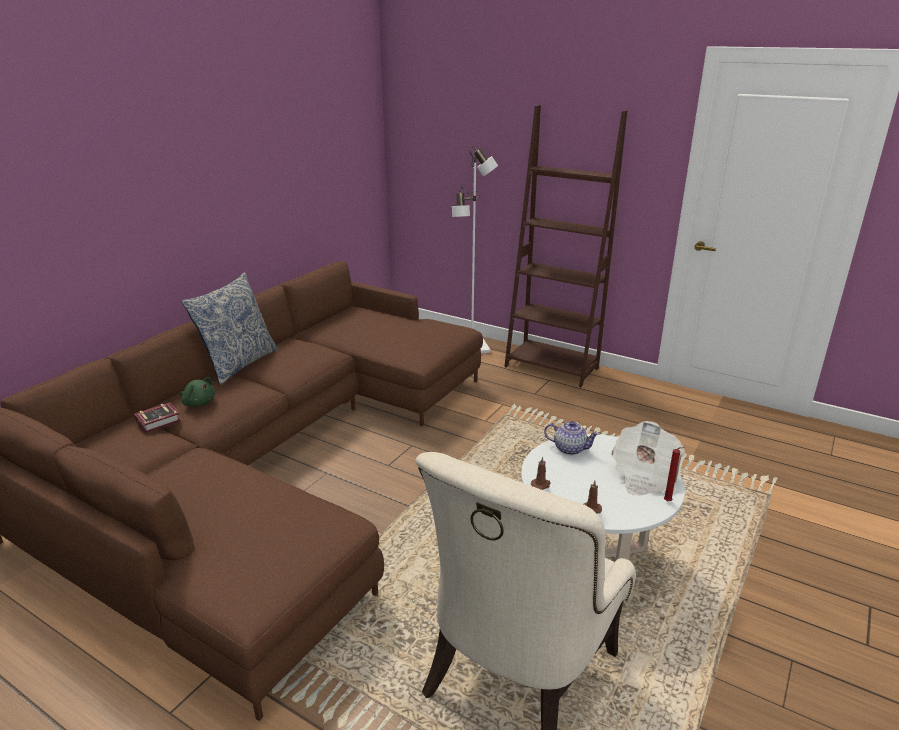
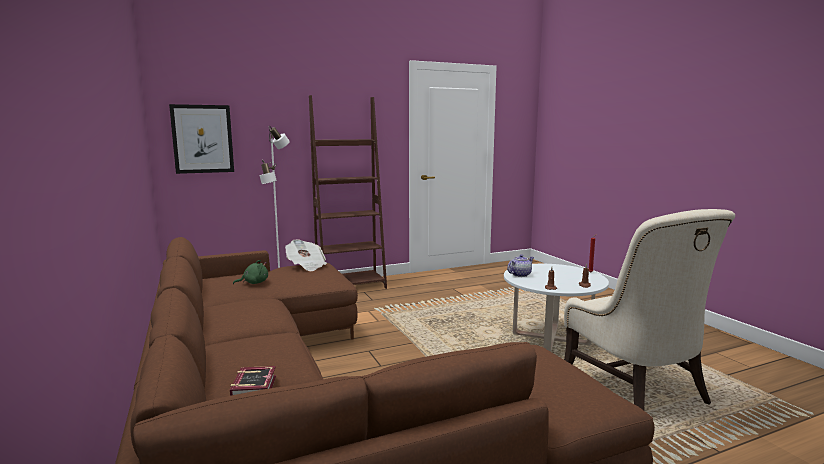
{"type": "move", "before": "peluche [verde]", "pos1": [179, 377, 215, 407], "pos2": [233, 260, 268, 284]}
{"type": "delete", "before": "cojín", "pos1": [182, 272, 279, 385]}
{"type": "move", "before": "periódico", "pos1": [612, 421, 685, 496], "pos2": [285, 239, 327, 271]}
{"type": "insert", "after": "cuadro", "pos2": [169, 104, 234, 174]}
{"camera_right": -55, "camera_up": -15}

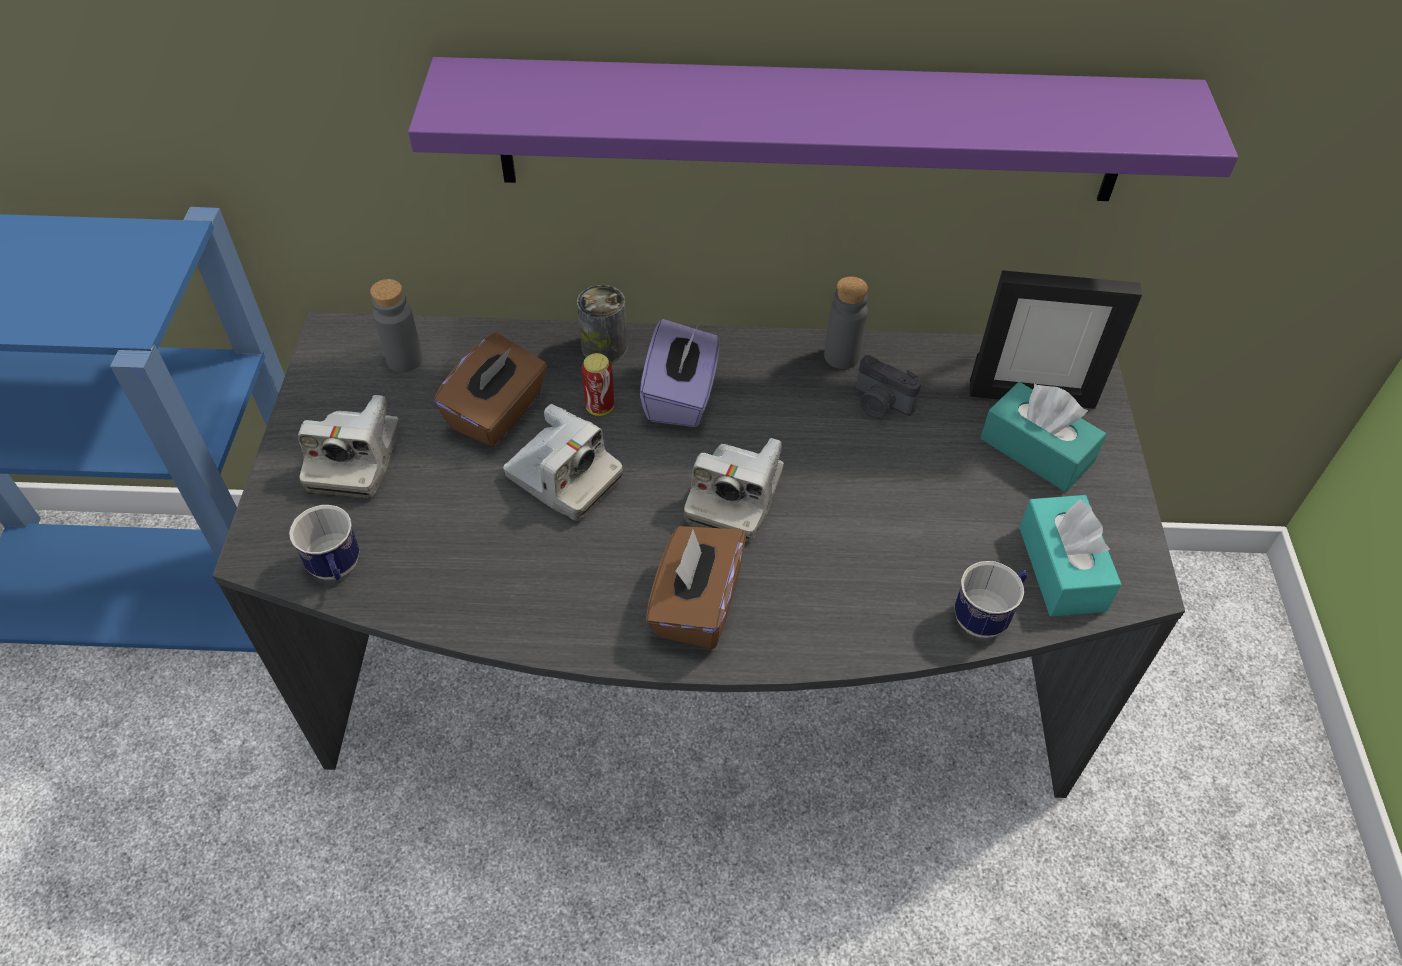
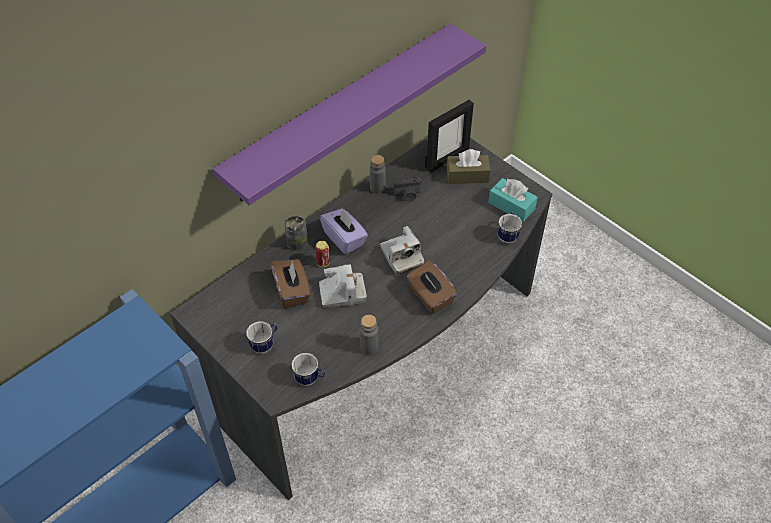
{"type": "replace", "before": "cámara", "after": "taza grande", "pos1": [298, 395, 399, 498], "pos2": [246, 321, 277, 353]}
{"type": "move", "before": "botella [gris]", "pos1": [370, 279, 423, 372], "pos2": [360, 315, 378, 355]}
{"type": "recolor", "before": "caja de pañuelos [turquesa]", "after": "caja de pañuelos [marrón]", "pos1": [981, 382, 1107, 492], "pos2": [447, 149, 491, 184]}
{"camera_right": -45, "camera_up": 0}

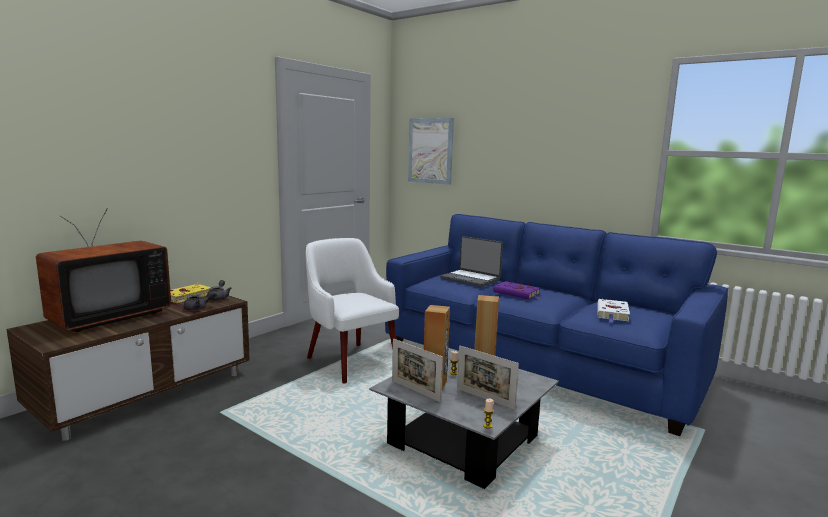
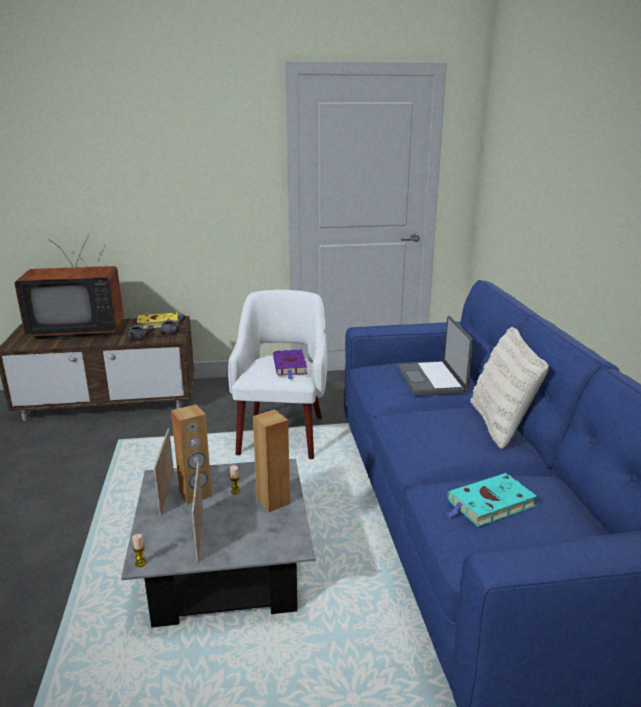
{"type": "delete", "before": "cuadro", "pos1": [408, 118, 454, 185]}
{"type": "move", "before": "libro [morado]", "pos1": [493, 281, 541, 300], "pos2": [273, 350, 307, 379]}
{"type": "recolor", "before": "libro [blanco]", "after": "libro [turquesa]", "pos1": [598, 299, 630, 323], "pos2": [446, 473, 537, 527]}
{"type": "insert", "after": "cojín [beis]", "pos2": [471, 327, 549, 449]}
{"camera_right": 45, "camera_up": 10}

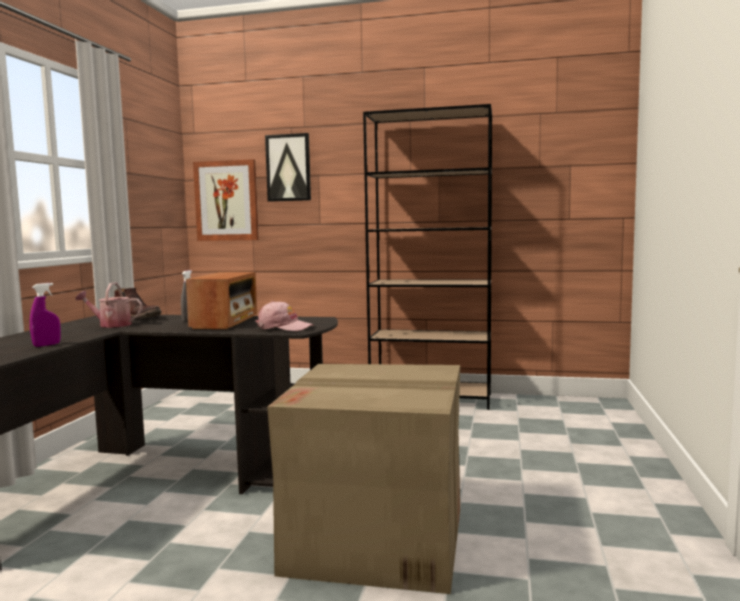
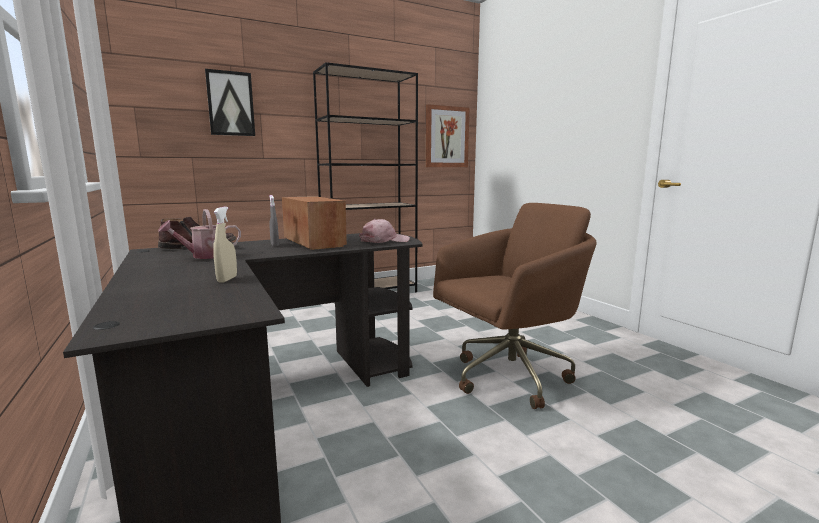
{"type": "recolor", "before": "pulverizador [morado]", "after": "pulverizador [beis]", "pos1": [30, 283, 61, 347], "pos2": [213, 207, 237, 282]}
{"type": "move", "before": "cuadro", "pos1": [193, 159, 259, 241], "pos2": [426, 104, 469, 167]}
{"type": "replace", "before": "caja de cartón", "after": "silla de oficina [marrón]", "pos1": [267, 364, 460, 594], "pos2": [433, 203, 596, 409]}
{"camera_right": -40, "camera_up": 5}

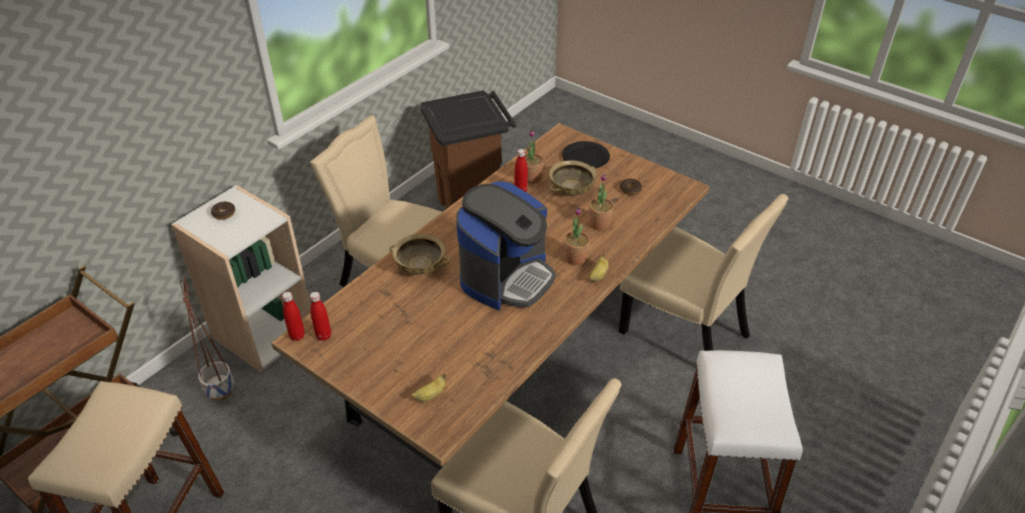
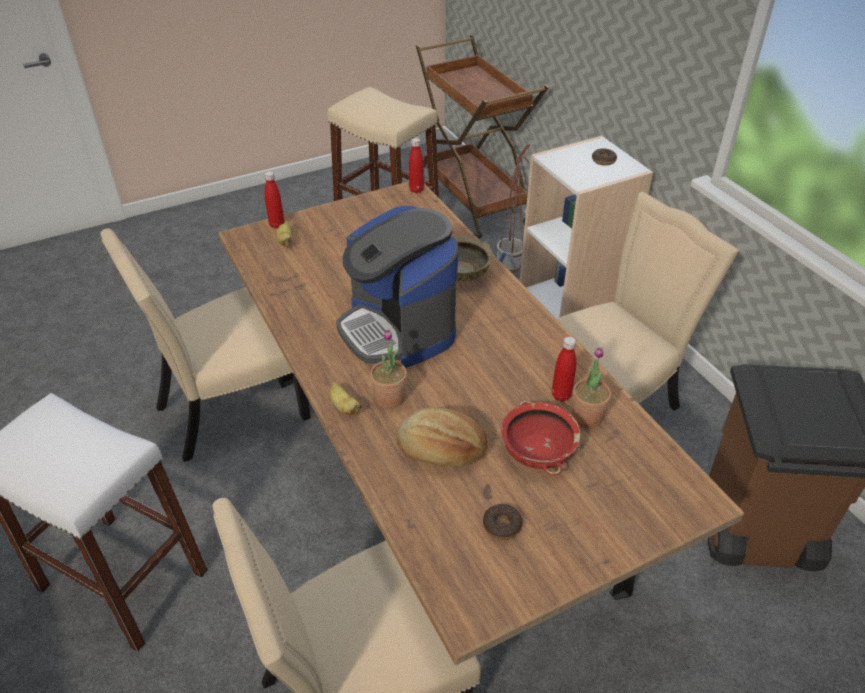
{"type": "move", "before": "botella [rojo]", "pos1": [310, 292, 331, 341], "pos2": [264, 171, 284, 229]}
{"type": "recolor", "before": "cuenco [beis]", "after": "cuenco [rojo]", "pos1": [549, 161, 597, 195], "pos2": [501, 401, 580, 476]}
{"type": "delete", "before": "plato [negro]", "pos1": [562, 141, 610, 168]}
{"type": "replace", "before": "planta en maceta", "after": "pan", "pos1": [589, 174, 614, 230], "pos2": [397, 408, 488, 467]}
{"camera_right": 115, "camera_up": 0}

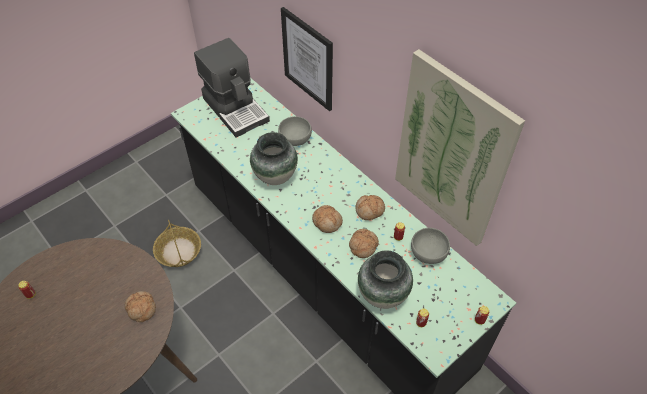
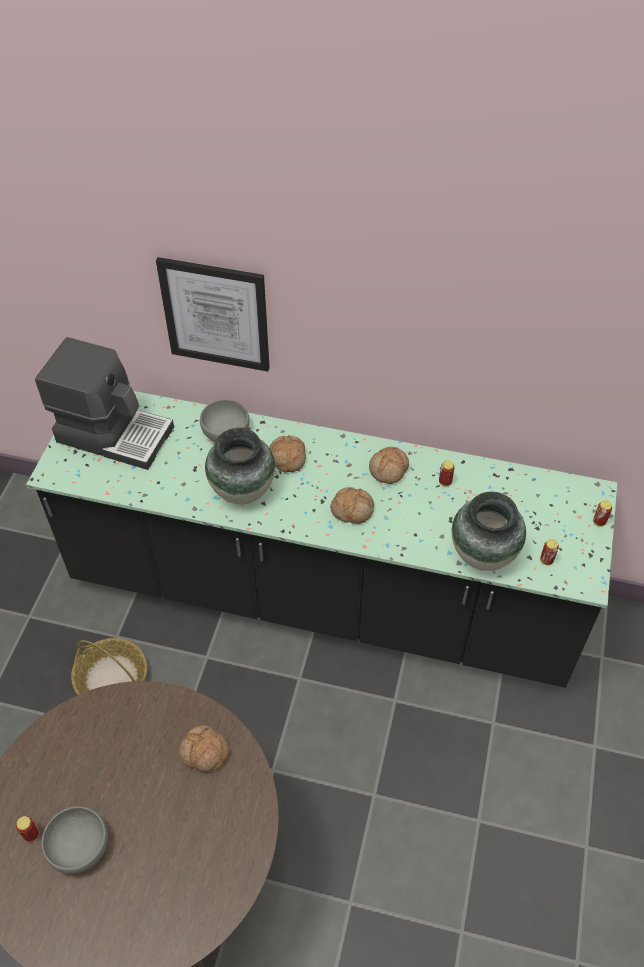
{"type": "move", "before": "pan", "pos1": [349, 229, 379, 258], "pos2": [269, 435, 306, 473]}
{"type": "delete", "before": "cuadro", "pos1": [395, 49, 525, 246]}
{"type": "move", "before": "cuenco [gris]", "pos1": [411, 228, 450, 264], "pos2": [41, 806, 108, 874]}
{"camera_right": -35, "camera_up": 0}

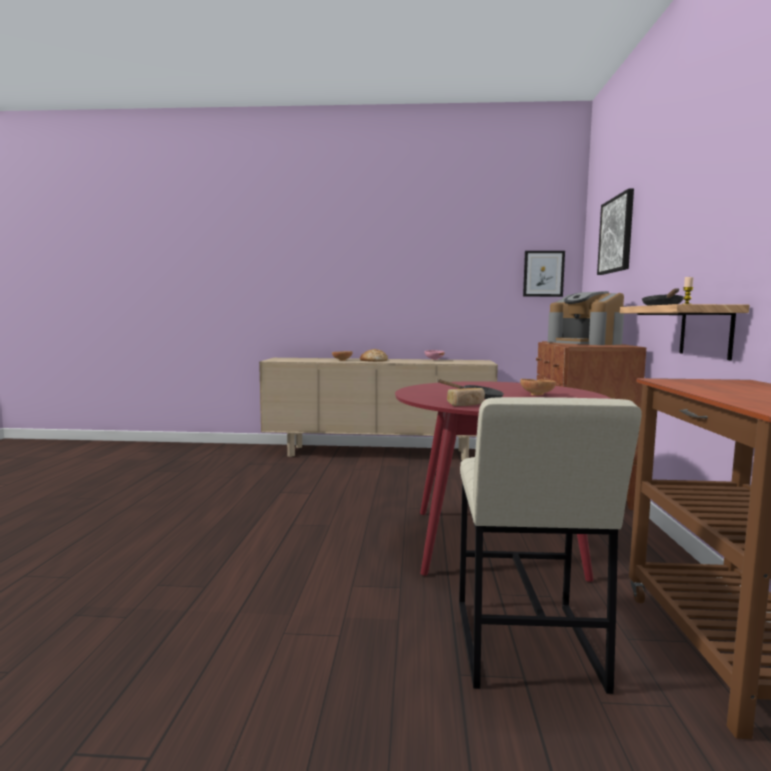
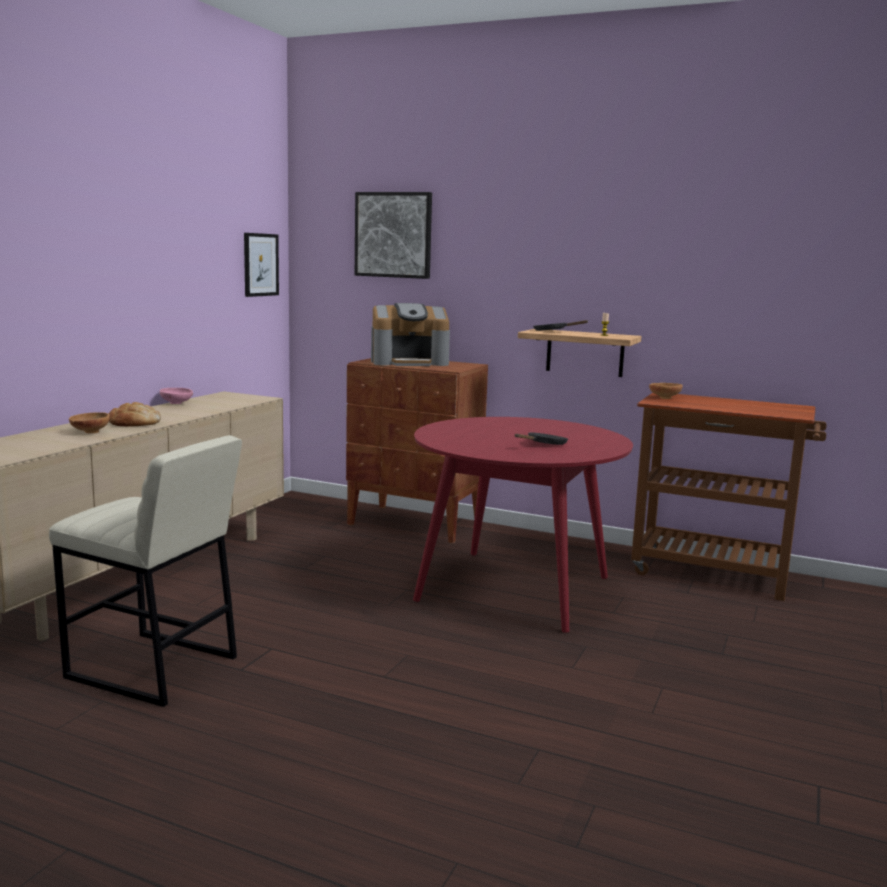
{"type": "delete", "before": "pan", "pos1": [447, 388, 485, 406]}
{"type": "move", "before": "silla [beis]", "pos1": [459, 397, 642, 694], "pos2": [49, 435, 242, 707]}
{"type": "move", "before": "cuenco [marrón]", "pos1": [520, 379, 556, 396], "pos2": [649, 383, 683, 399]}
{"camera_right": -70, "camera_up": 5}

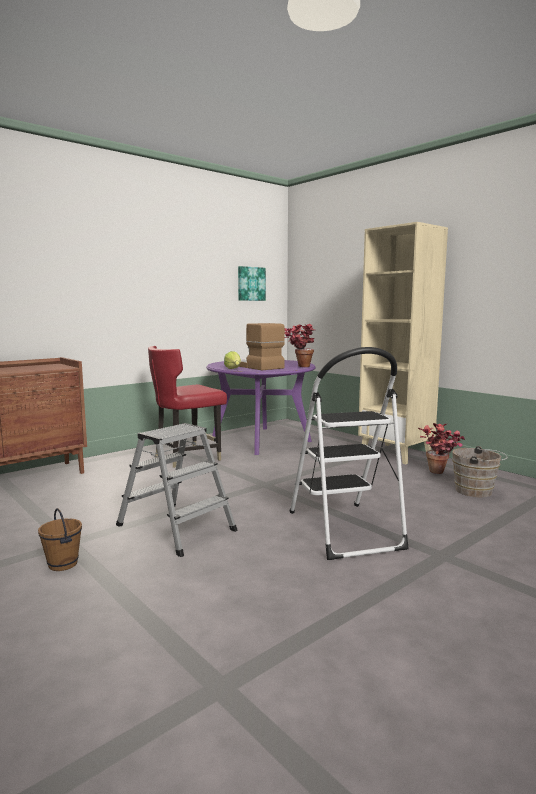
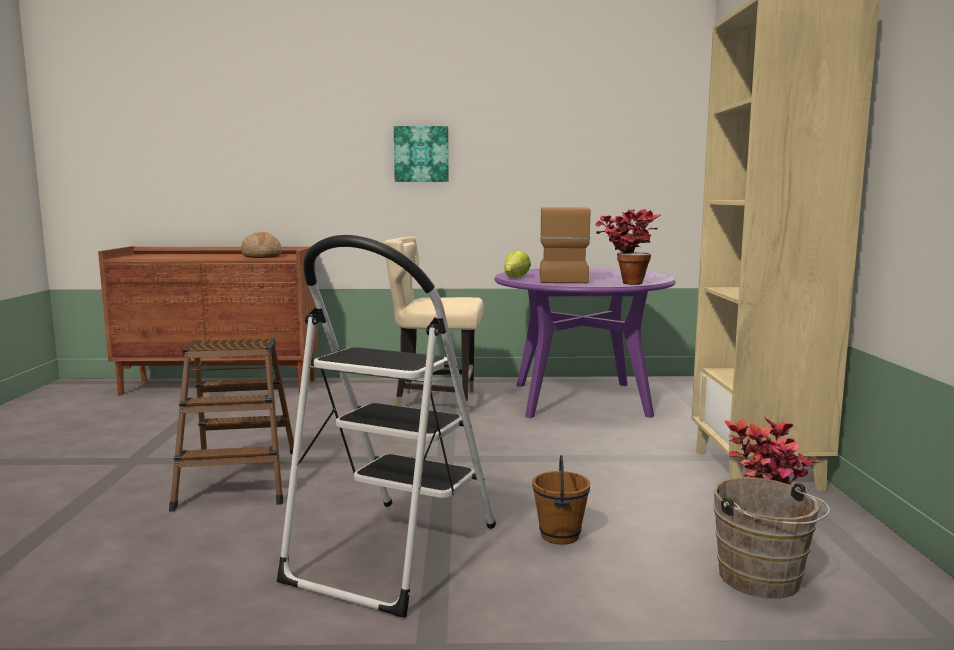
{"type": "move", "before": "cubo [marrón]", "pos1": [38, 508, 82, 571], "pos2": [532, 455, 590, 545]}
{"type": "recolor", "before": "escalera de tijera [gris]", "after": "escalera de tijera [marrón]", "pos1": [116, 423, 238, 557], "pos2": [169, 338, 294, 511]}
{"type": "recolor", "before": "silla [rojo]", "after": "silla [beis]", "pos1": [148, 346, 227, 468], "pos2": [384, 236, 484, 406]}
{"type": "move", "before": "cuadro", "pos1": [238, 266, 266, 301], "pos2": [394, 126, 449, 182]}
{"type": "insert", "after": "pan", "pos2": [241, 232, 282, 258]}
{"camera_right": 40, "camera_up": 0}

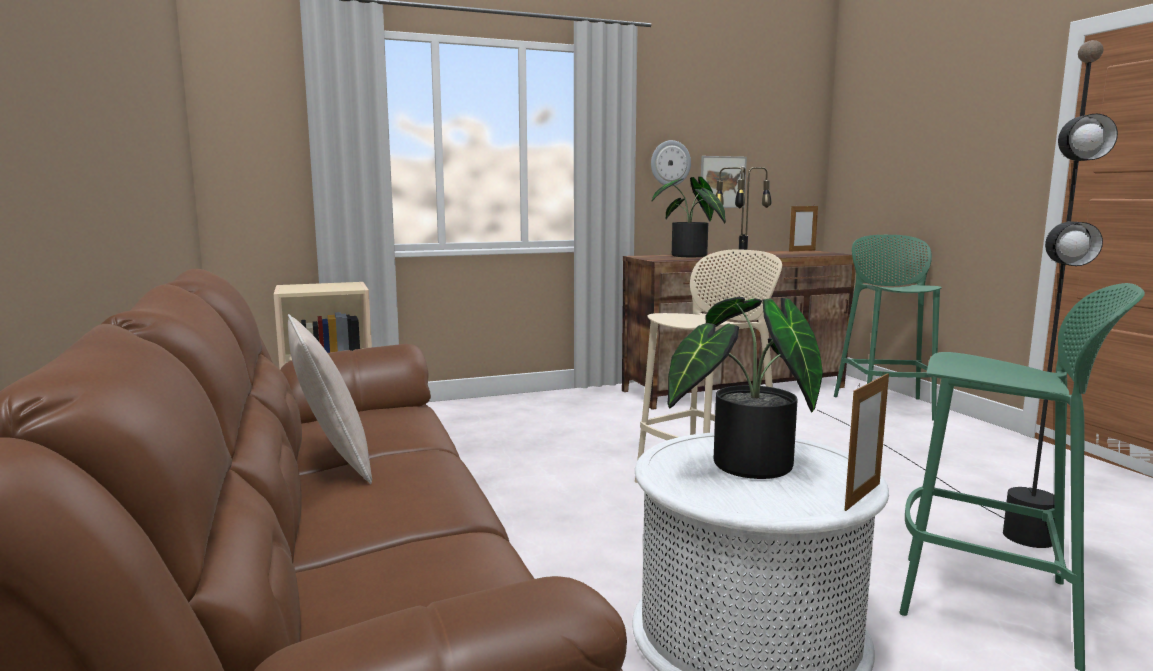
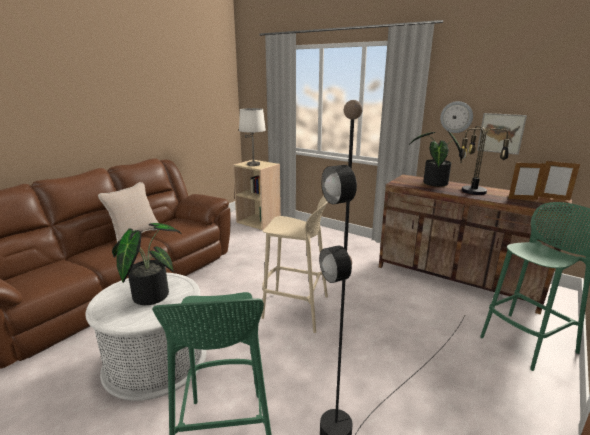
{"type": "move", "before": "portarretratos", "pos1": [845, 372, 889, 511], "pos2": [508, 162, 546, 200]}
{"type": "insert", "after": "lámpara de mesa [blanco]", "pos2": [239, 108, 266, 166]}
{"camera_right": 55, "camera_up": 10}

